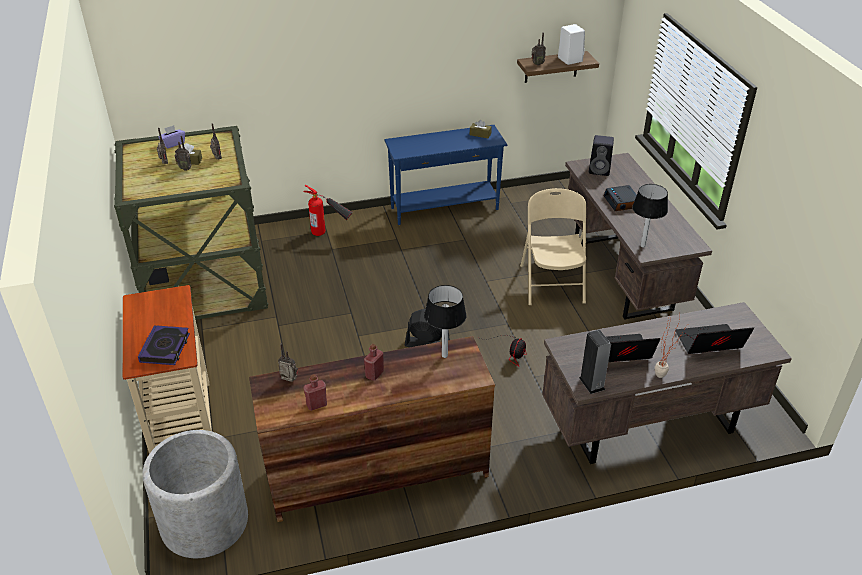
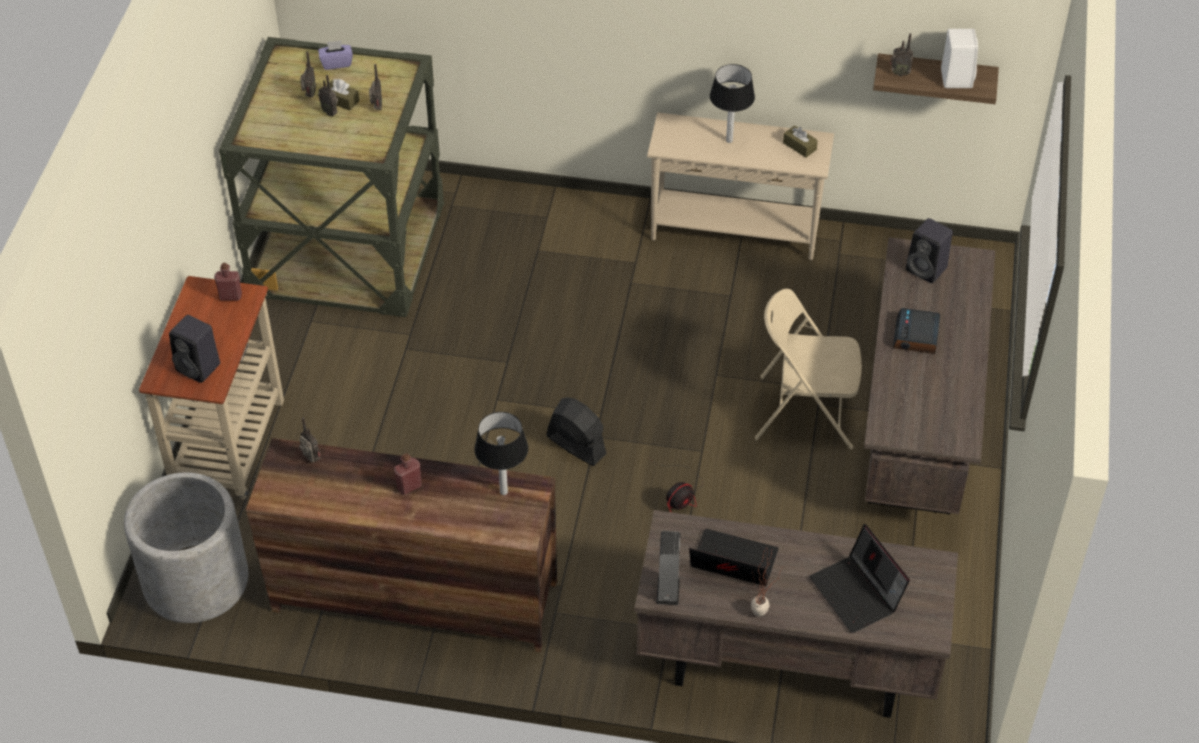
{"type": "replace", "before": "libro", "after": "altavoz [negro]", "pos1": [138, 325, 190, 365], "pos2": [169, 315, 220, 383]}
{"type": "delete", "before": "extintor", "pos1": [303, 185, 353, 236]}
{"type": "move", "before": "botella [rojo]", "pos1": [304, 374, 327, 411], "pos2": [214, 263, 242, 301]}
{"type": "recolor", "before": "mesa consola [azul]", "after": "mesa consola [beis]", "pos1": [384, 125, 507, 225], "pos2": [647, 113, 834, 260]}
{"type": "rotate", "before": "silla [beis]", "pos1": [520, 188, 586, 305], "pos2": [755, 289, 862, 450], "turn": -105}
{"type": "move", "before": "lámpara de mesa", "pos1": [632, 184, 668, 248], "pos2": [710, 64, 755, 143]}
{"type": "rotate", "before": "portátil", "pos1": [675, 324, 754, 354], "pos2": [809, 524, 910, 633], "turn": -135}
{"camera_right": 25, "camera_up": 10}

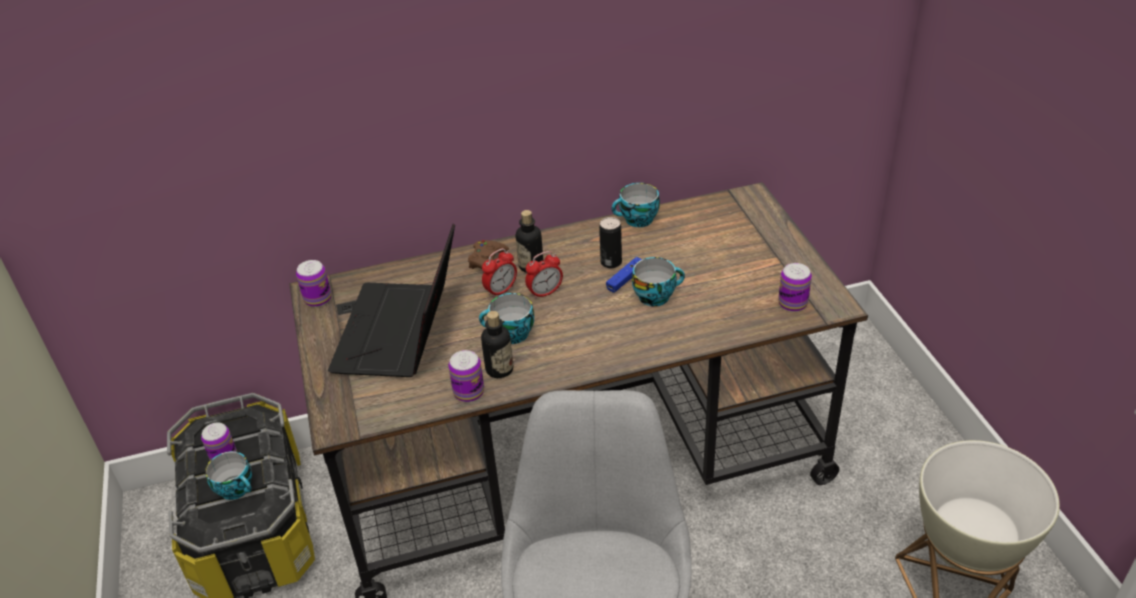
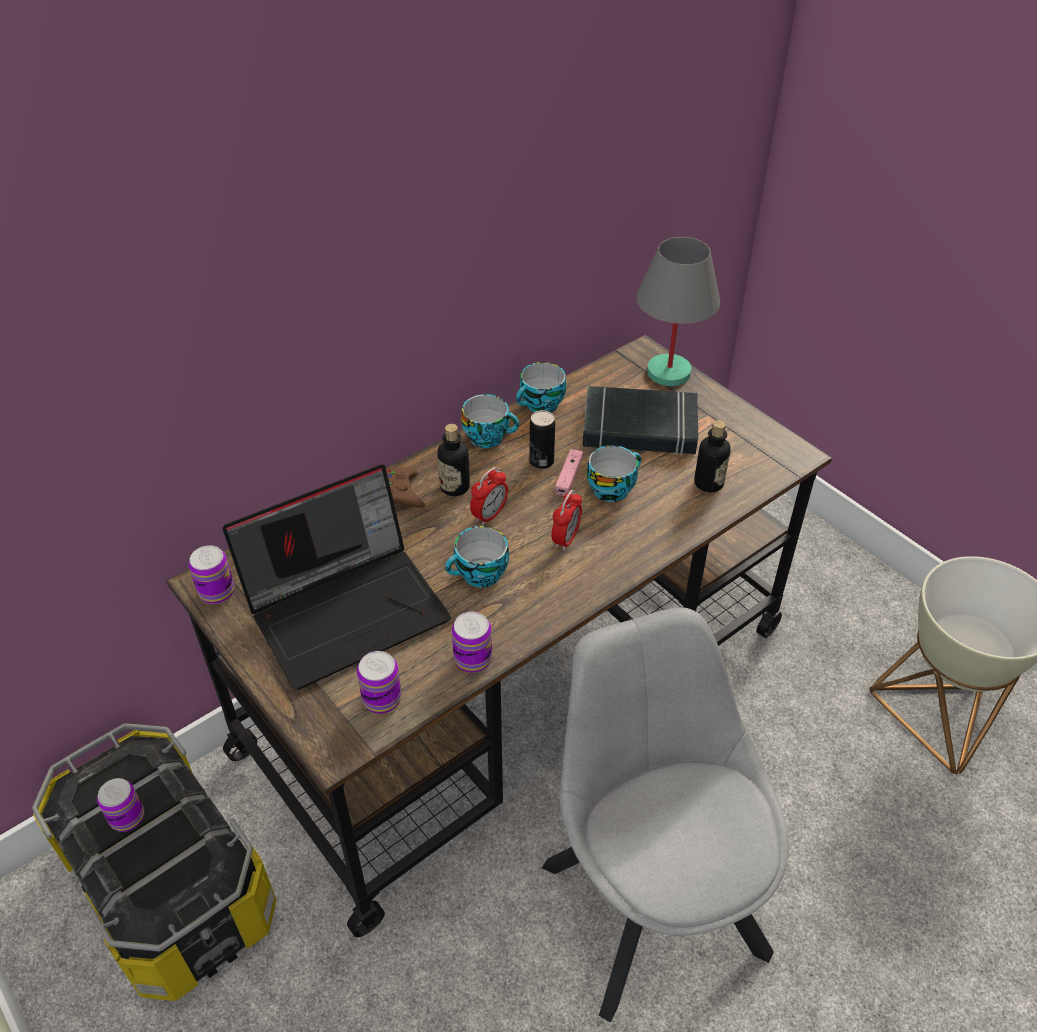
{"type": "move", "before": "taza", "pos1": [205, 451, 252, 500], "pos2": [461, 394, 519, 448]}
{"type": "rotate", "before": "portátil", "pos1": [328, 224, 455, 377], "pos2": [223, 465, 451, 690], "turn": -105}
{"type": "move", "before": "botella", "pos1": [481, 311, 513, 378], "pos2": [694, 420, 731, 493]}
{"type": "move", "before": "despertador", "pos1": [482, 248, 517, 298], "pos2": [551, 490, 582, 551]}
{"type": "recolor", "before": "mando de consola [azul]", "after": "mando de consola [rosa]", "pos1": [606, 257, 642, 293], "pos2": [555, 449, 583, 496]}
{"type": "move", "before": "lata", "pos1": [778, 263, 812, 312], "pos2": [357, 651, 401, 714]}
{"type": "insert", "after": "libro [negro]", "pos2": [583, 386, 698, 456]}
{"type": "insert", "after": "lámpara de mesa [gris]", "pos2": [636, 237, 720, 386]}
{"camera_right": -25, "camera_up": 5}

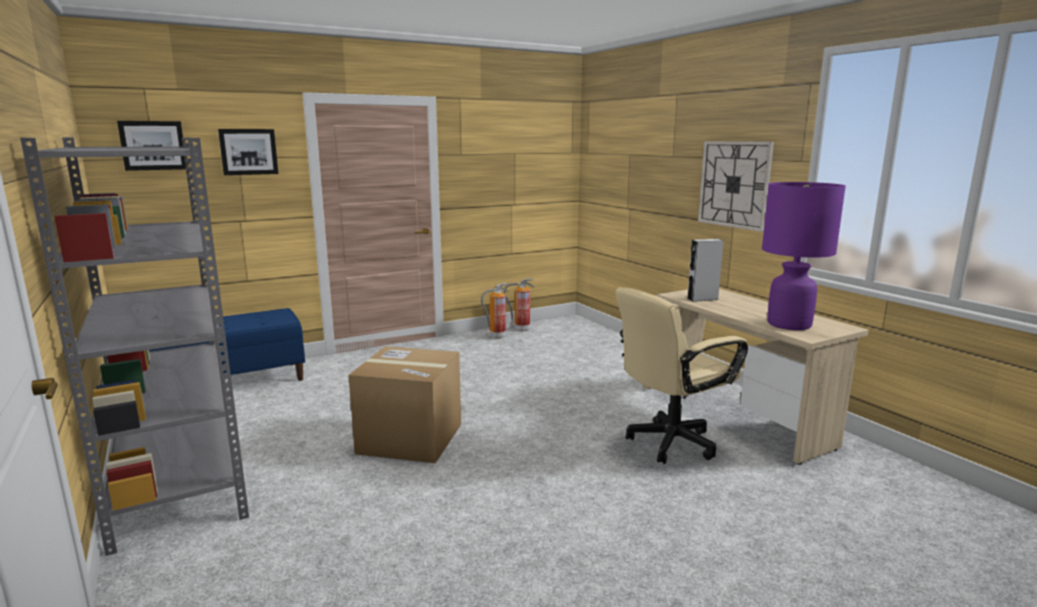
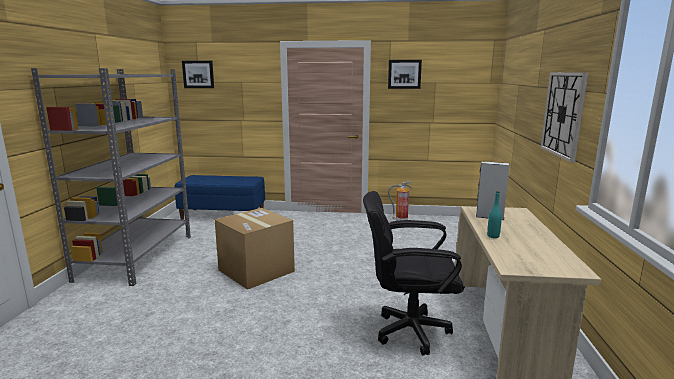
{"type": "move", "before": "cuadro", "pos1": [218, 129, 278, 175], "pos2": [388, 60, 422, 89]}
{"type": "delete", "before": "extintor", "pos1": [504, 279, 534, 332]}
{"type": "recolor", "before": "silla de oficina [beis]", "after": "silla de oficina [negro]", "pos1": [616, 287, 748, 464], "pos2": [363, 191, 464, 355]}
{"type": "delete", "before": "lámpara de mesa [morado]", "pos1": [762, 182, 846, 330]}
{"type": "insert", "after": "botella [turquesa]", "pos2": [487, 191, 502, 238]}
{"camera_right": 35, "camera_up": 0}

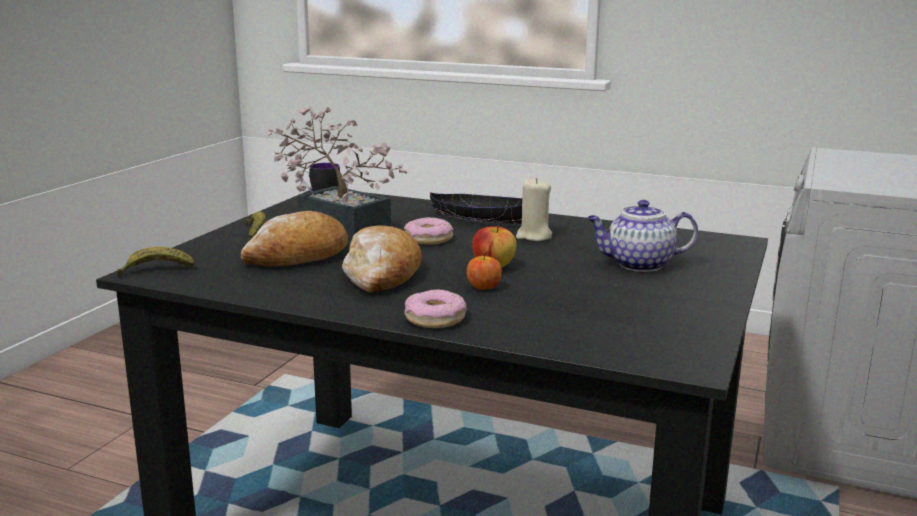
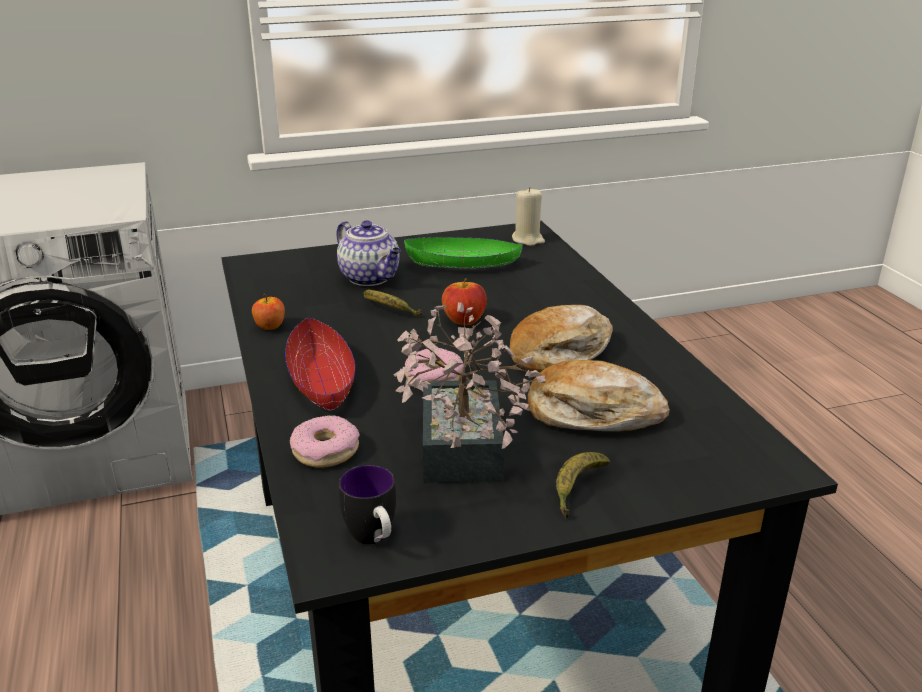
{"type": "move", "before": "plátano", "pos1": [117, 247, 195, 277], "pos2": [364, 290, 422, 316]}
{"type": "move", "before": "rosquilla", "pos1": [405, 289, 466, 328], "pos2": [290, 415, 360, 468]}
{"type": "recolor", "before": "cuenco [negro]", "after": "cuenco [rojo]", "pos1": [430, 192, 522, 224], "pos2": [285, 317, 355, 411]}
{"type": "move", "before": "manzana", "pos1": [467, 251, 502, 290], "pos2": [252, 294, 285, 330]}
{"type": "move", "before": "vela [beis]", "pos1": [516, 178, 552, 241], "pos2": [512, 187, 545, 246]}
{"type": "insert", "after": "cuenco [verde]", "pos2": [404, 237, 523, 268]}
{"camera_right": -130, "camera_up": 10}

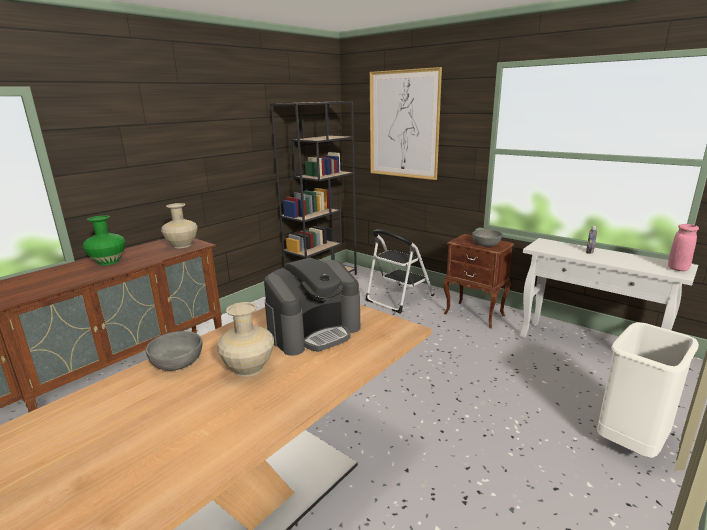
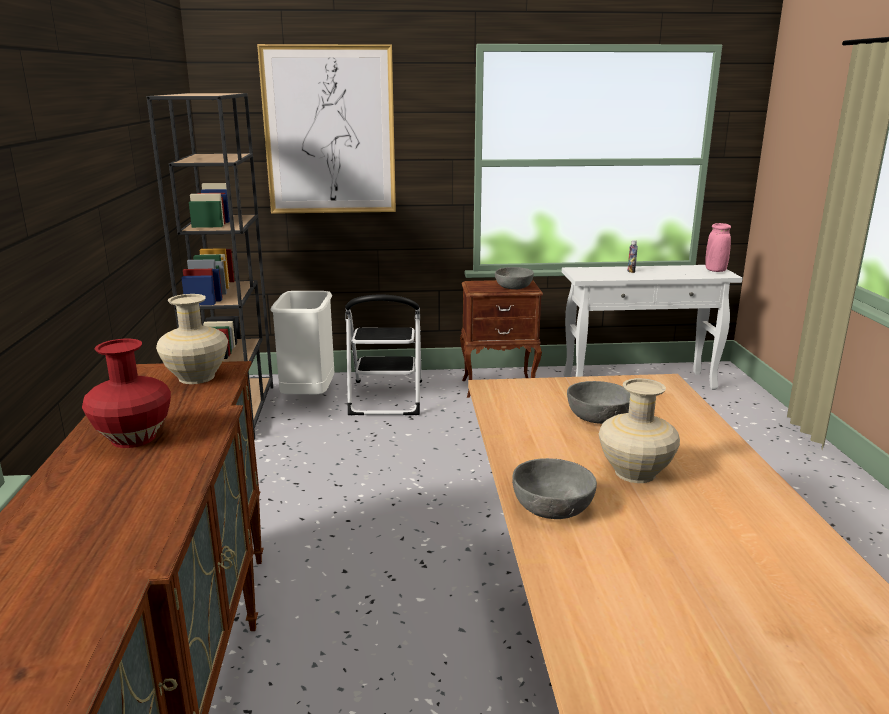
{"type": "recolor", "before": "florero [verde]", "after": "florero [rojo]", "pos1": [83, 215, 125, 265], "pos2": [82, 339, 171, 448]}
{"type": "replace", "before": "cafetera", "after": "cuenco [gris]", "pos1": [264, 258, 360, 356], "pos2": [567, 381, 630, 424]}
{"type": "move", "before": "papelera [blanco]", "pos1": [597, 322, 699, 458], "pos2": [271, 291, 334, 394]}
{"camera_right": -45, "camera_up": 0}

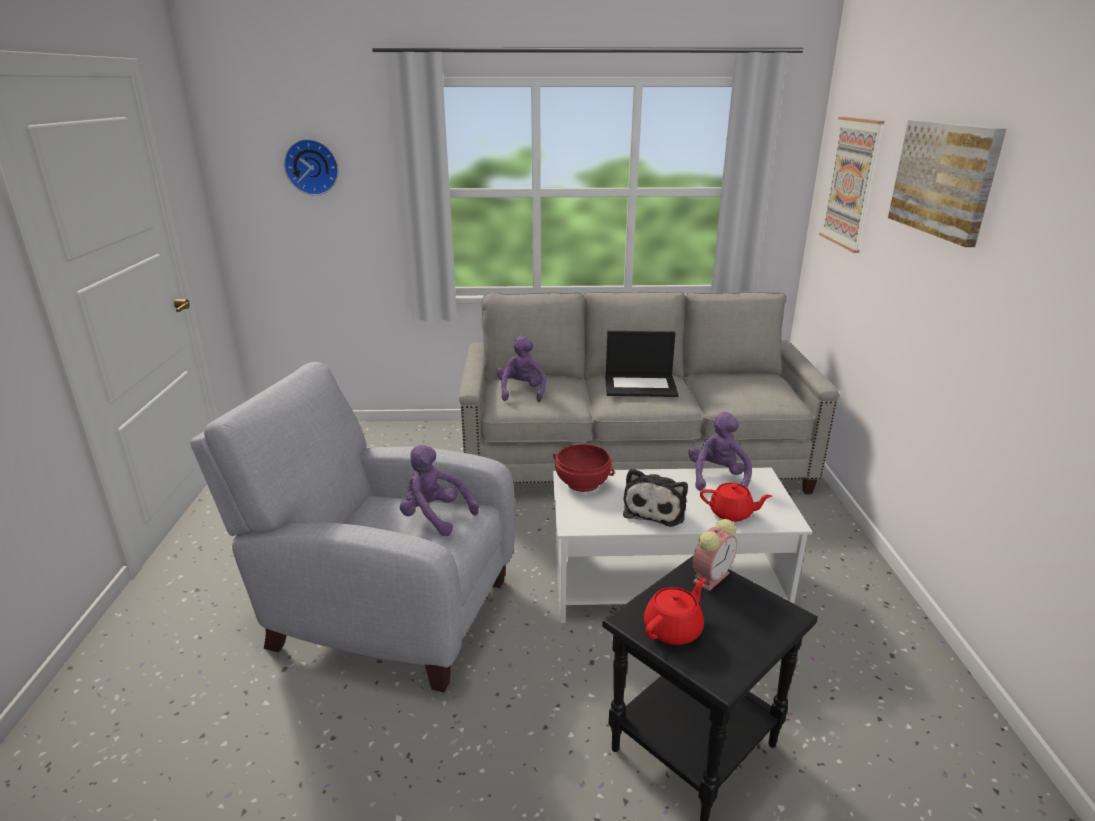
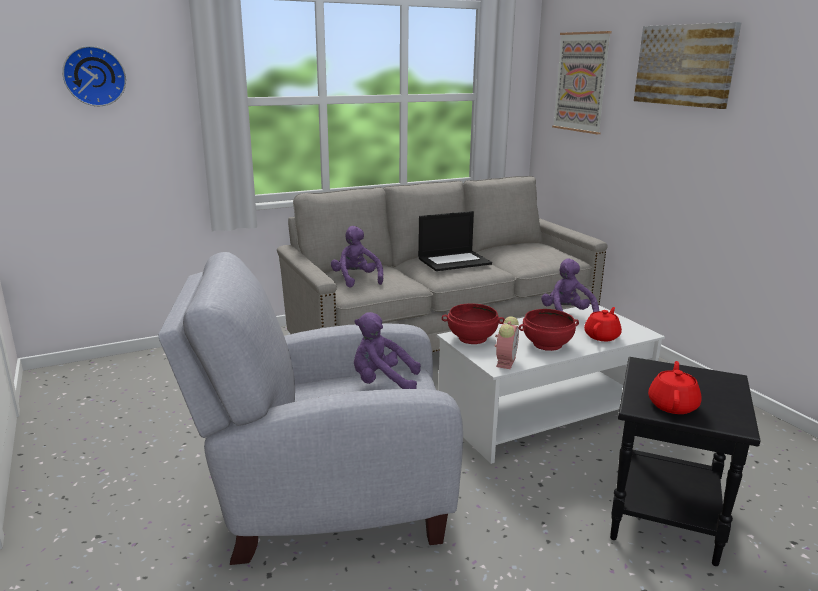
{"type": "replace", "before": "peluche", "after": "cuenco [rojo]", "pos1": [623, 468, 688, 527], "pos2": [519, 309, 579, 351]}
{"type": "move", "before": "despertador", "pos1": [692, 519, 737, 591], "pos2": [495, 316, 519, 369]}
{"type": "rotate", "before": "tetera [rojo]", "pos1": [700, 483, 772, 522], "pos2": [584, 307, 622, 341], "turn": -45}
{"camera_right": -25, "camera_up": -5}

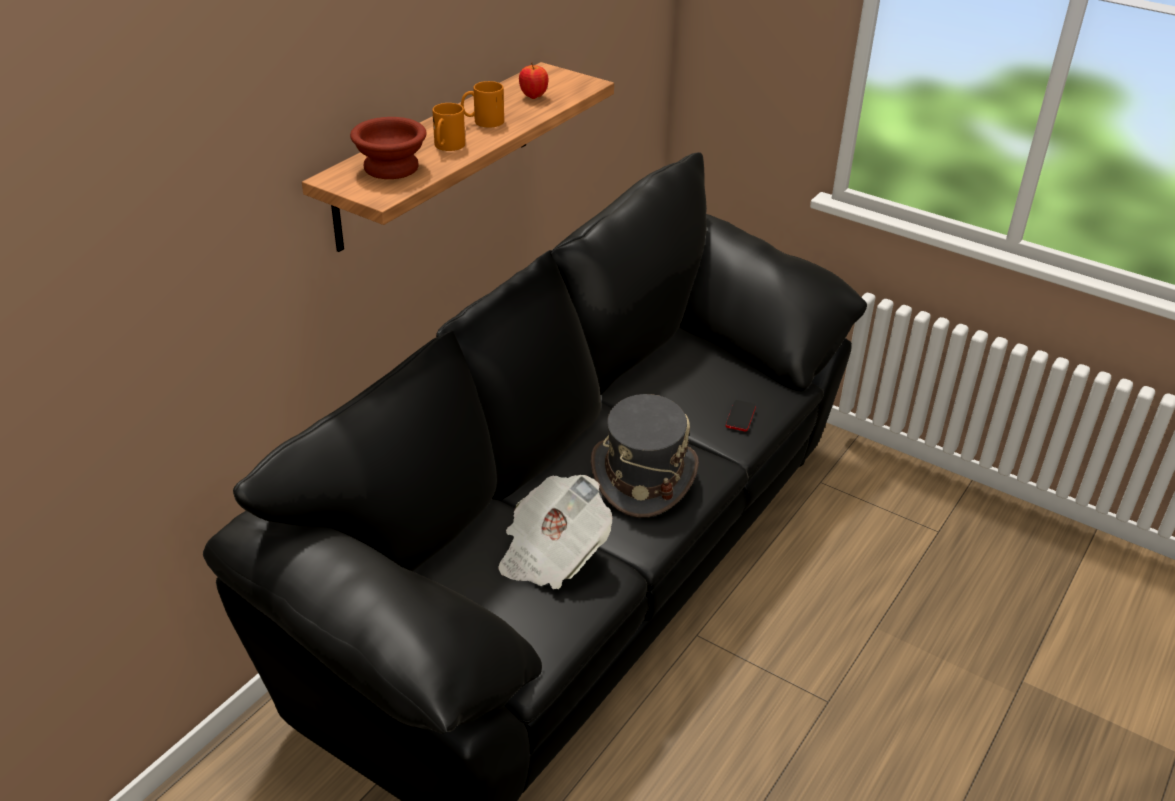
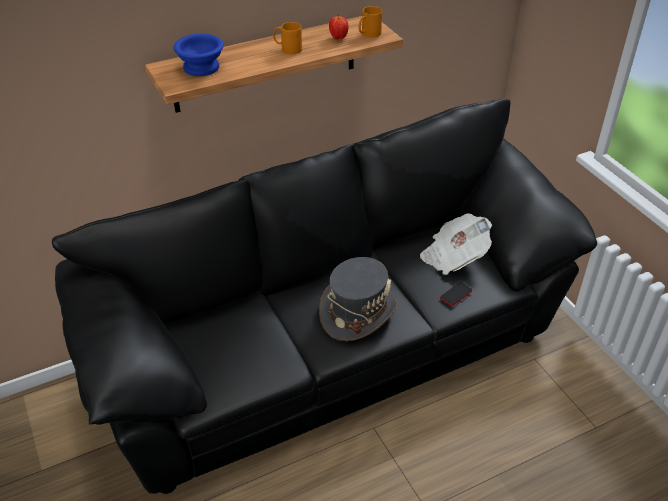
{"type": "recolor", "before": "cuenco [marrón]", "after": "cuenco [azul]", "pos1": [350, 117, 427, 179], "pos2": [174, 34, 224, 76]}
{"type": "move", "before": "taza grande [naranja]", "pos1": [432, 103, 465, 151], "pos2": [359, 6, 382, 38]}
{"type": "move", "before": "periódico", "pos1": [498, 475, 612, 589], "pos2": [420, 213, 492, 275]}
{"camera_right": 30, "camera_up": 5}

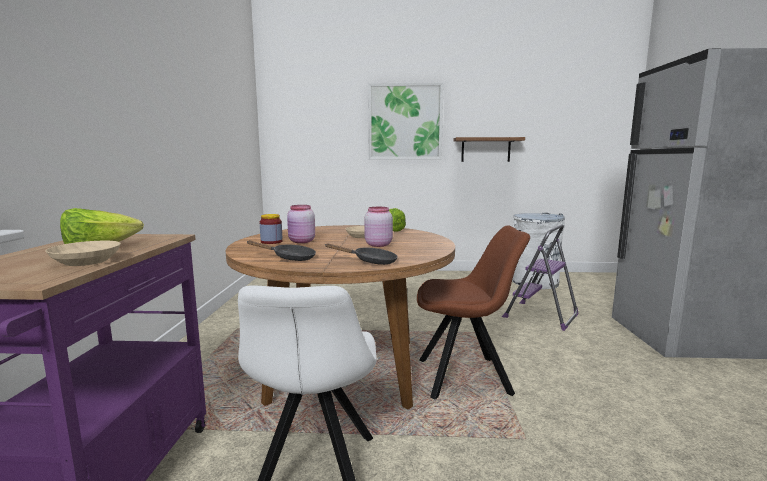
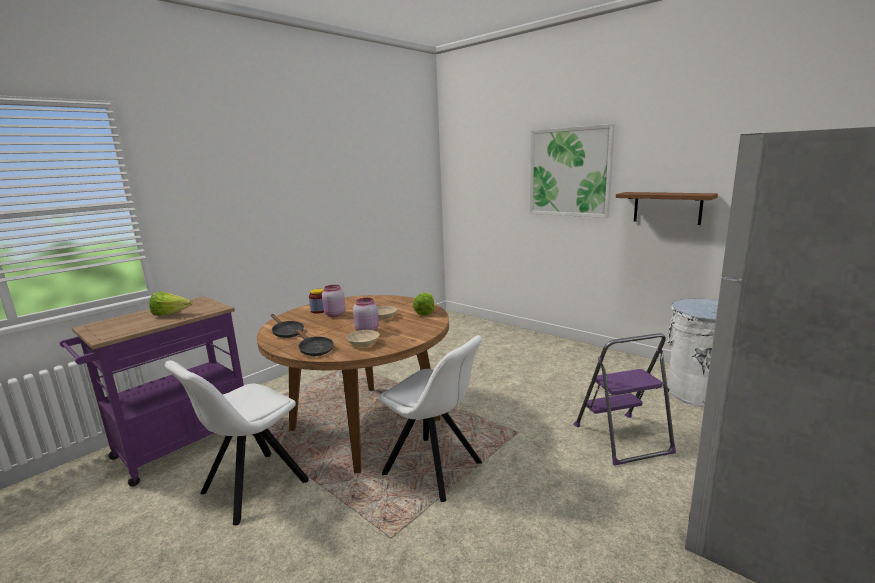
{"type": "move", "before": "cuenco [beis]", "pos1": [45, 241, 121, 266], "pos2": [346, 330, 380, 347]}
{"type": "recolor", "before": "silla [marrón]", "after": "silla [blanco]", "pos1": [417, 225, 530, 399], "pos2": [378, 335, 482, 502]}
{"camera_right": 40, "camera_up": 5}

